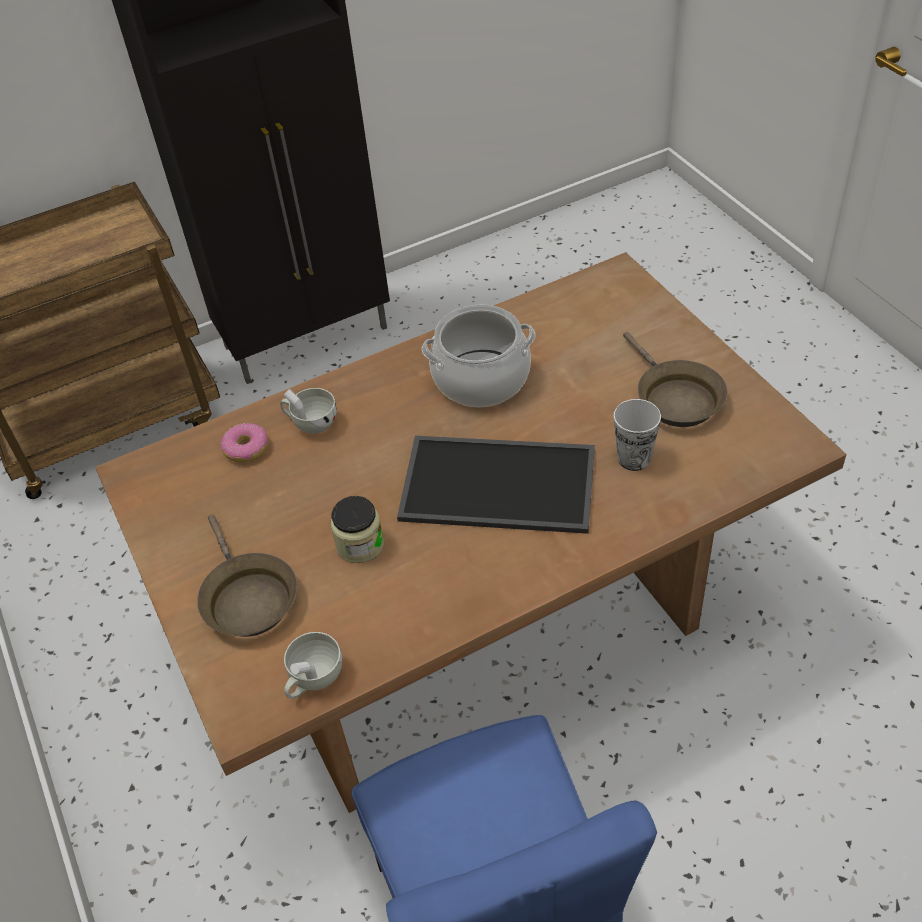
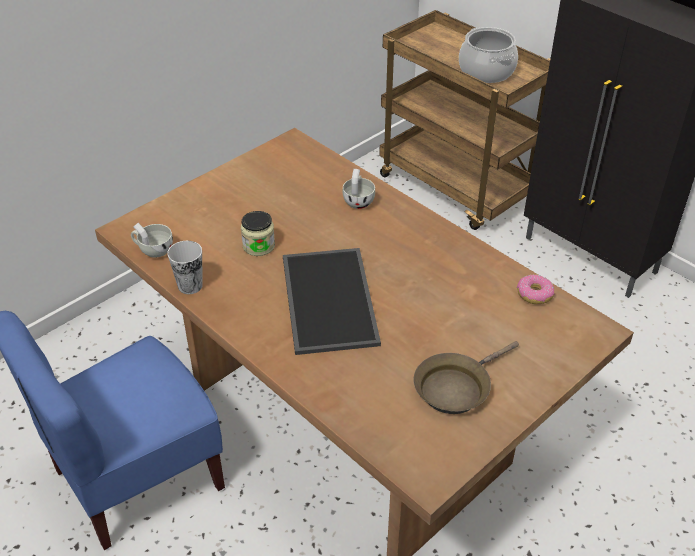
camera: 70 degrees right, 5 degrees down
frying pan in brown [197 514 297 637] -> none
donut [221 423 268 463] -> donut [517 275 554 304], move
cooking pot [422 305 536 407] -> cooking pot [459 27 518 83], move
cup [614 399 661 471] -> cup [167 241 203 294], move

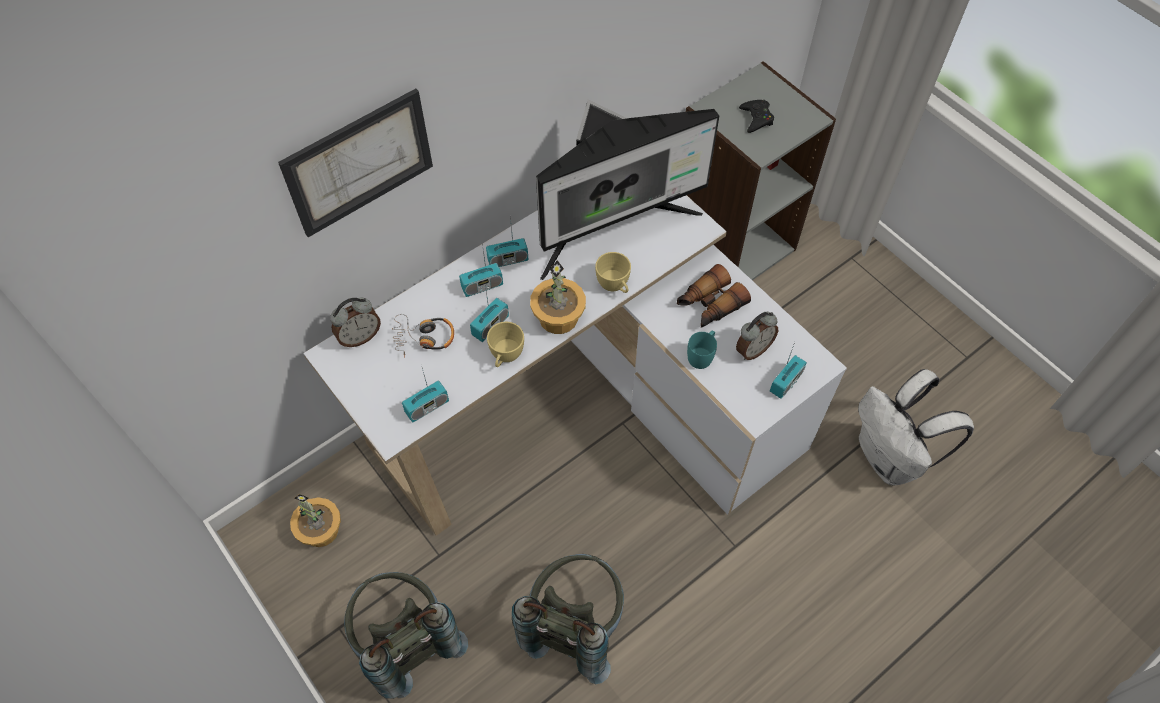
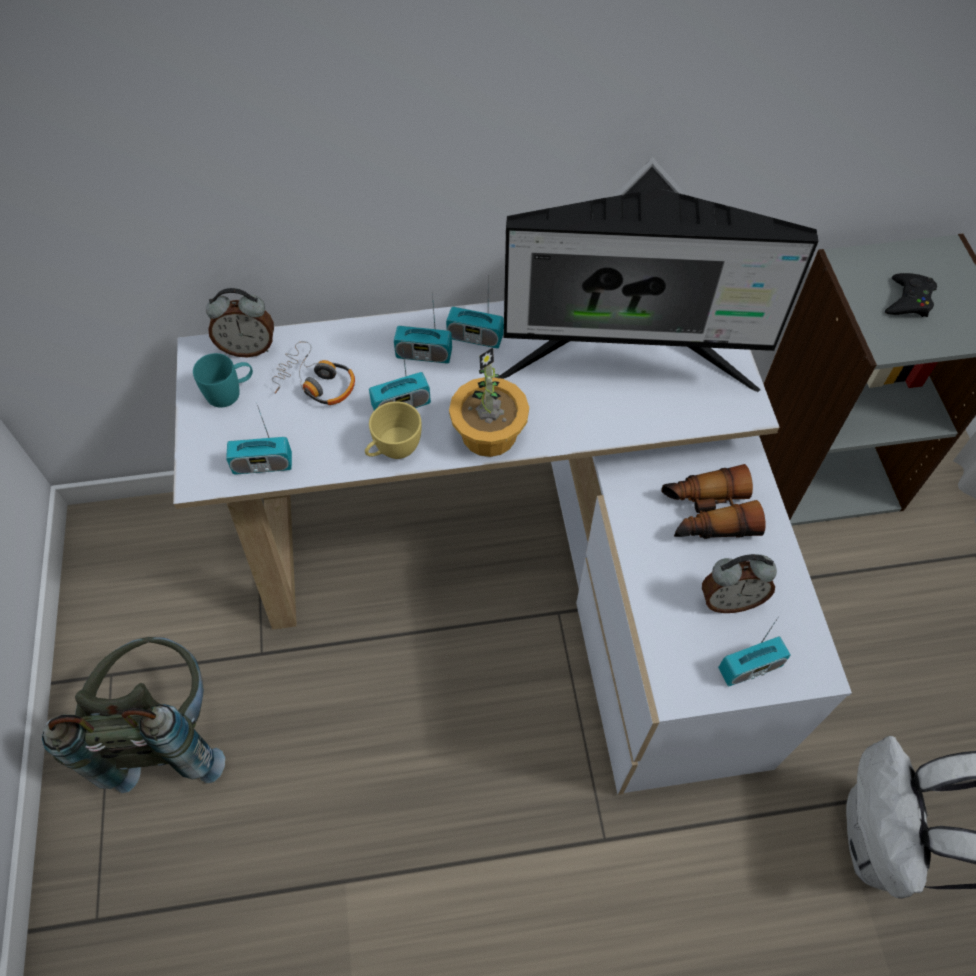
camera: 30 degrees right, 0 degrees up
picture [278 89 433 237] -> none
potted plant [290 494 341 547] -> none
backpack in grey [512 554 624 684] -> none
cup in yellow [595 252 631 293] -> none
mug in turquoise [687 331 717 369] -> mug in turquoise [193 353 253 408], move

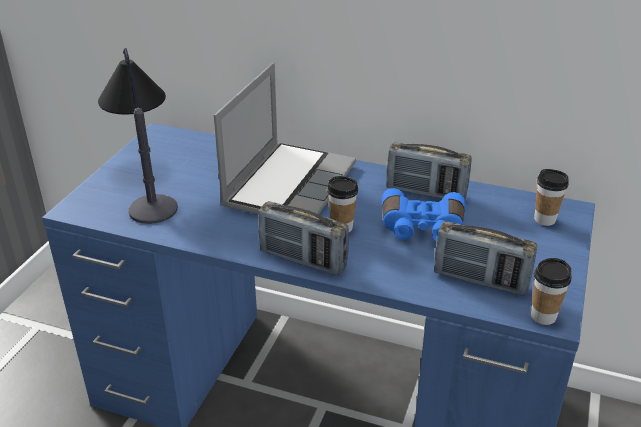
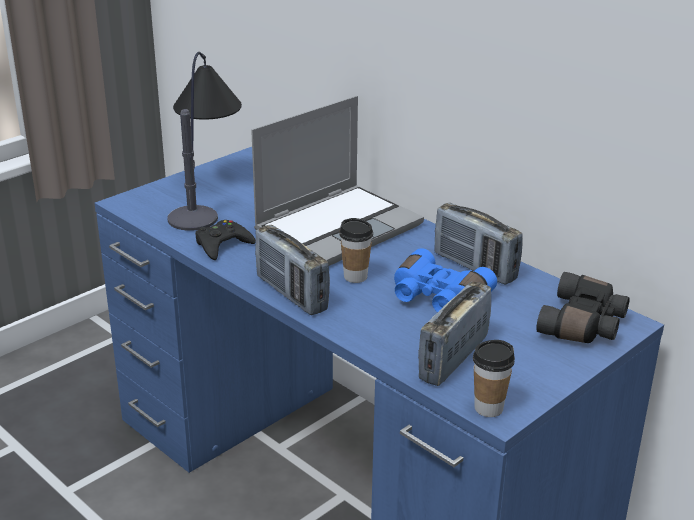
camera: 25 degrees right, 5 degrees down
none -> game controller in black [195 220 256 260]
cup [534 169 569 226] -> binoculars in black [536 272 630 343]
radio [434 221 537 295] -> radio [418 281 491 386], 75 degrees clockwise

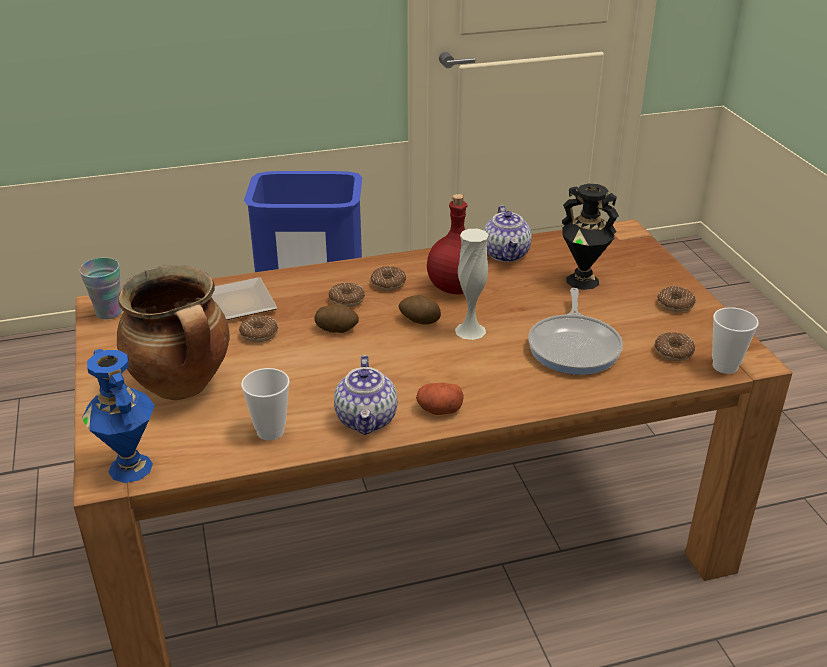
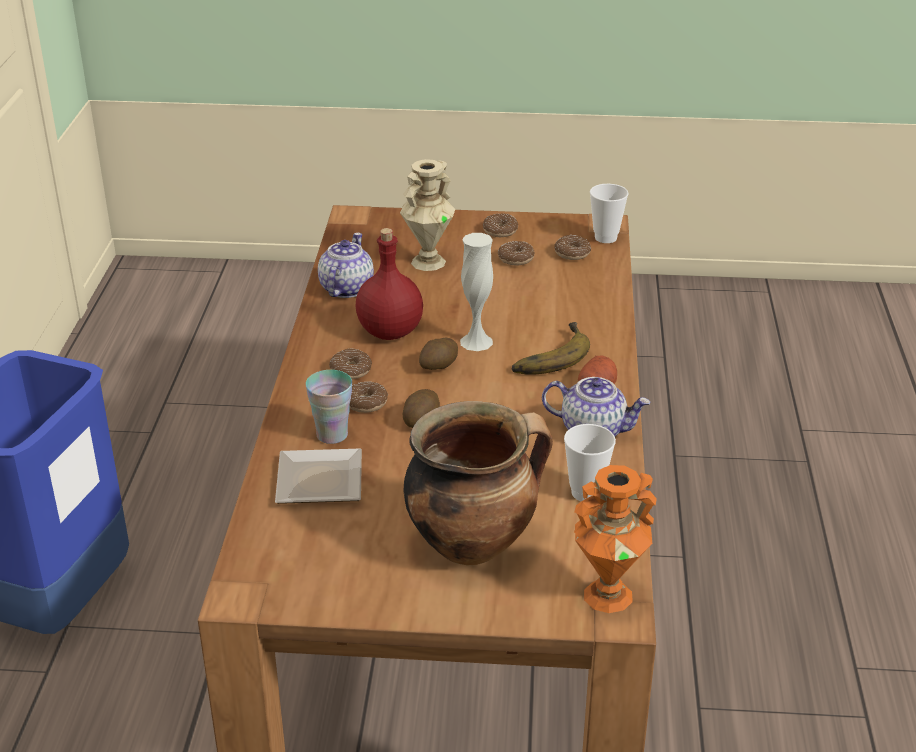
camera: 70 degrees left, 0 degrees up
frying pan [528 288 623 375] -> none
none -> banana [512 322 590 375]
cup [79 258 122 319] -> cup [305 370 352 444], move
donut [239 315 278 342] -> donut [497 241 535 265], move
vase in blue [81 349 155 483] -> vase in orange [574 465 657 613]
vase in black [562 184 619 290] -> vase in beige [400 159 455 271]
teapot [484 205 532 262] -> teapot [318 233 374 298], 90 degrees counterclockwise

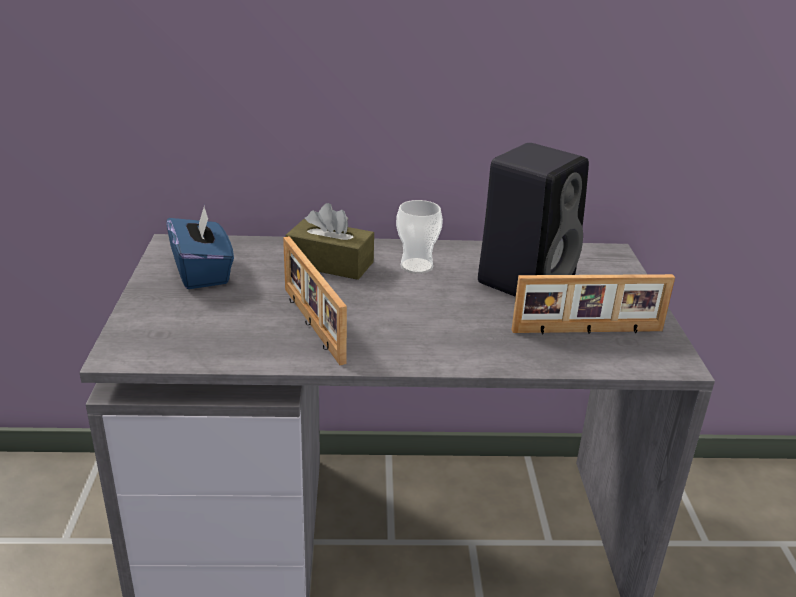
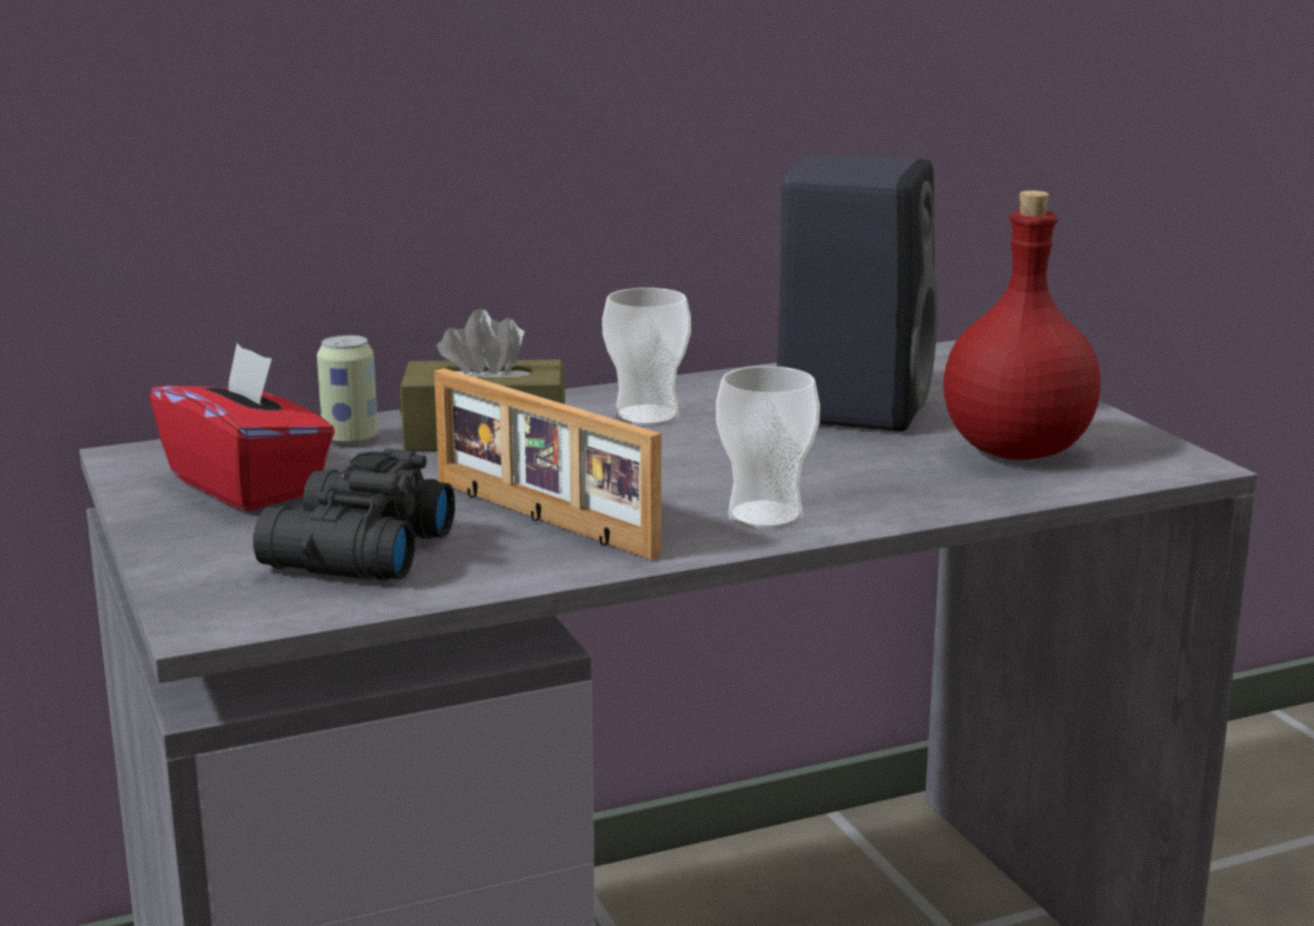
camera: 20 degrees left, 10 degrees down
none -> binoculars in black [253 449 455 581]
none -> can [317 335 378 446]
none -> cup [716 366 820 530]
picture frame [512 274 675 334] -> bottle in red [943 190 1100 460]
tissue box in blue [166 205 234 289] -> tissue box in red [149 343 335 511]

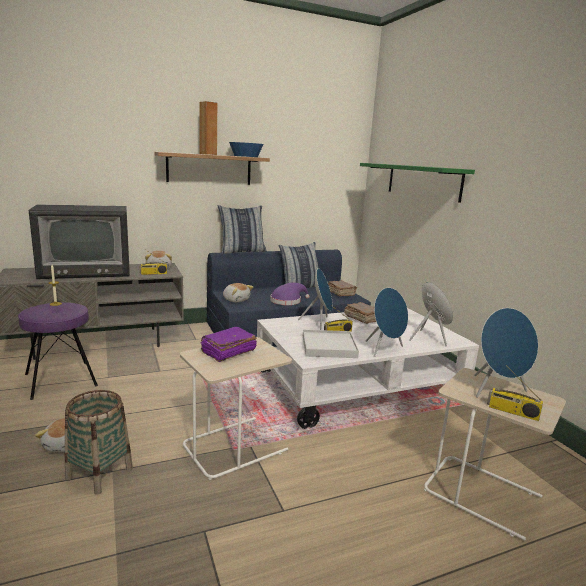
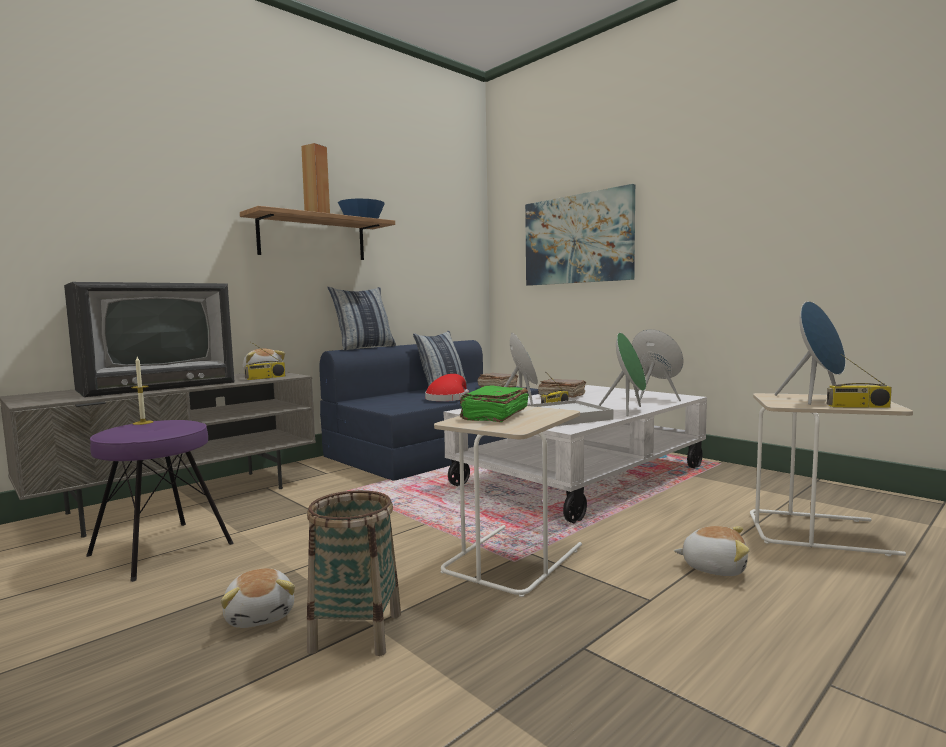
camera: 20 degrees left, 10 degrees down
plush toy [223 283 253 302] -> plush toy [674 526 750 576], move
shelf in green [360 163 475 203] -> picture [525 184 635 286]
book in purple [201 327 257 362] -> book in green [460 385 529 422]
hat in purple [270 283 310 305] -> hat in red [425 374 469 401]
speaker in blue [365 288 408 357] -> speaker in green [598 333 646 416]

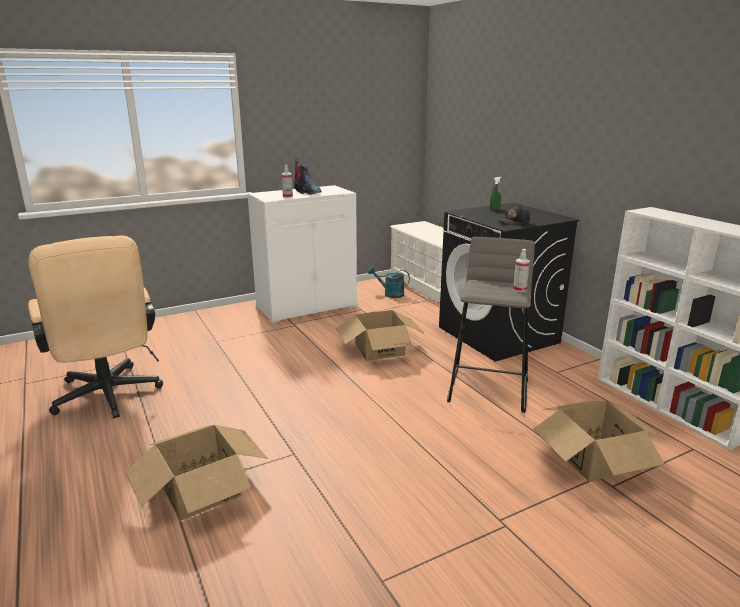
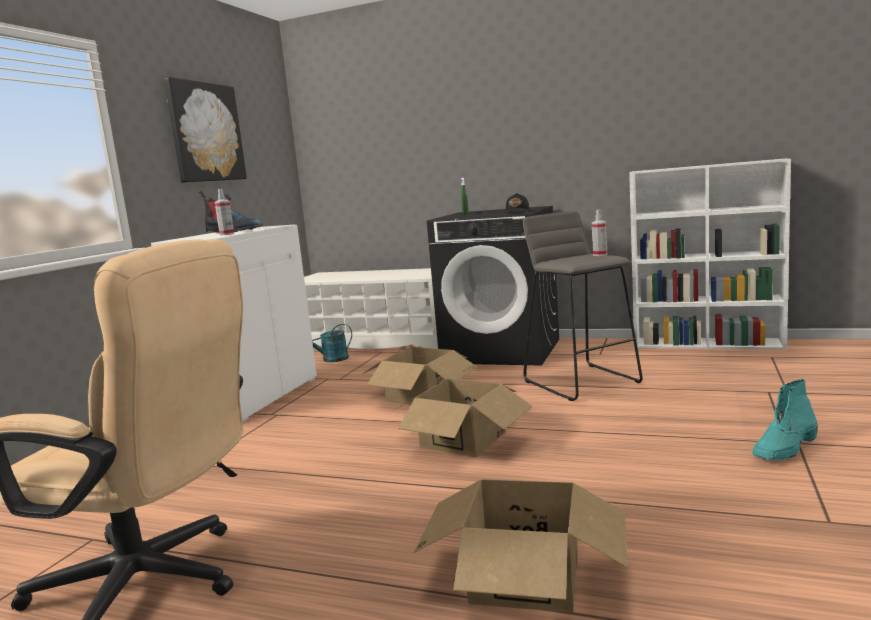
camera: 40 degrees left, 10 degrees down
none -> picture [164 77 247 183]
none -> boot in turquoise [752 379 818 461]
cardboard box [533 401 667 481] -> cardboard box [391 378 533 457], move

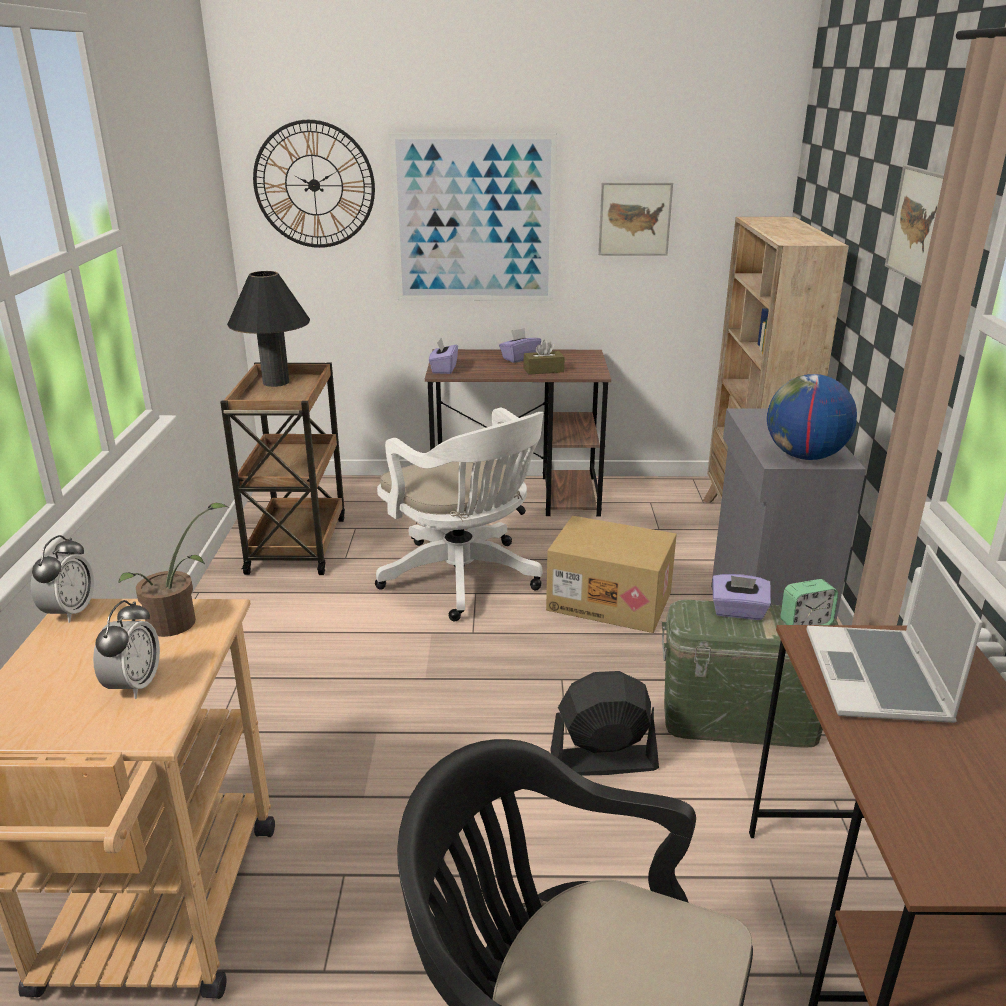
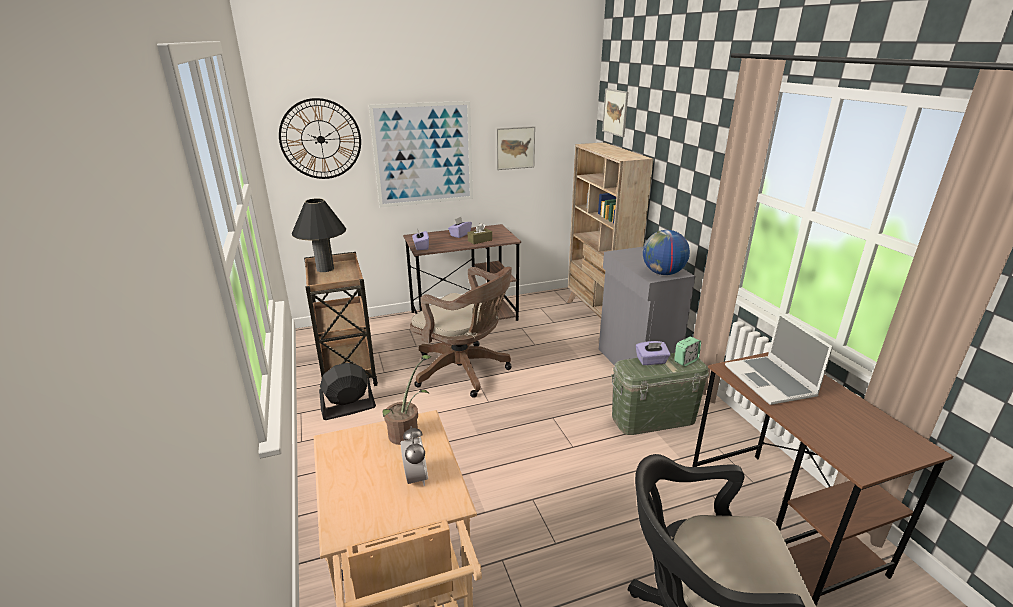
camera: 20 degrees left, 0 degrees up
alarm clock [31 535 94 623] -> none
cardboard box [546 516 677 633] -> none
fan in black [550 671 659 776] -> fan in black [319 363 376 420], move
picture [885 165 944 285] -> picture [602 88 629 137], move
office chair in white [375 408 544 621] -> office chair in brown [410 267 512 398]

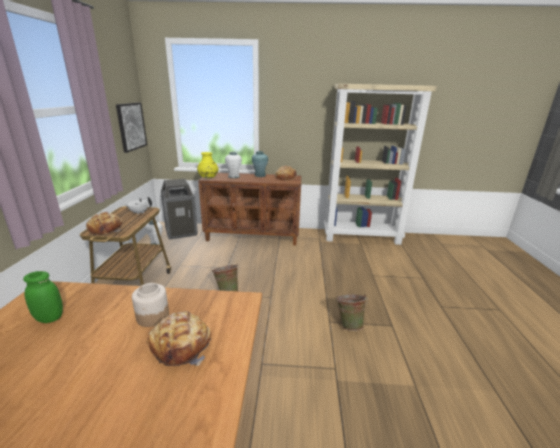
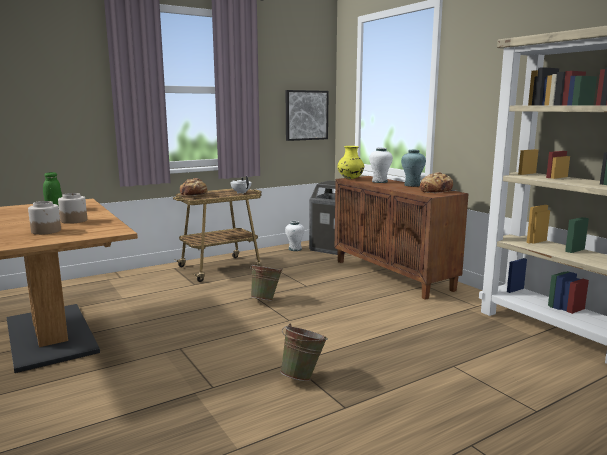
camera: 55 degrees right, 10 degrees down
bread [146 311 211 366] -> jar [28 201 61 235]

